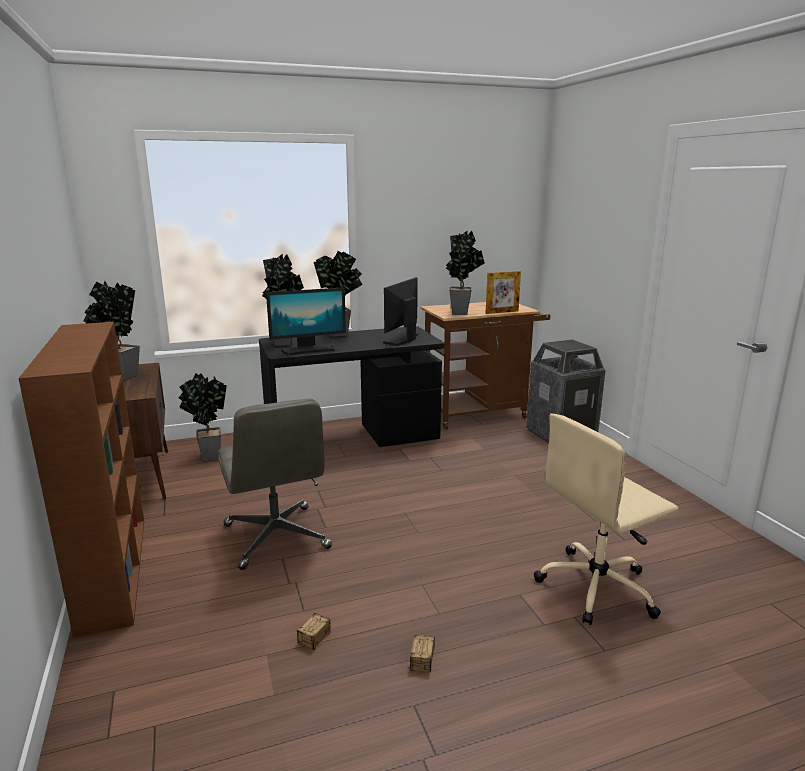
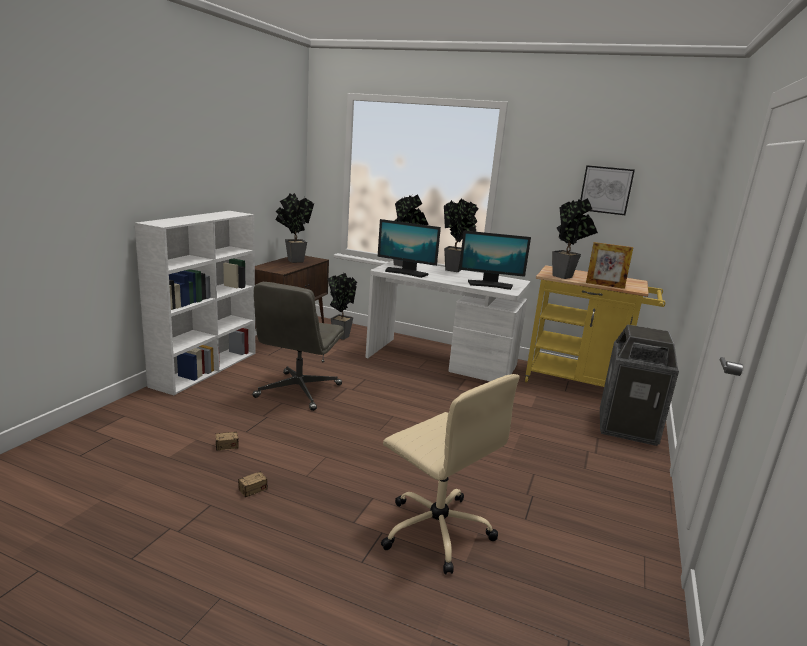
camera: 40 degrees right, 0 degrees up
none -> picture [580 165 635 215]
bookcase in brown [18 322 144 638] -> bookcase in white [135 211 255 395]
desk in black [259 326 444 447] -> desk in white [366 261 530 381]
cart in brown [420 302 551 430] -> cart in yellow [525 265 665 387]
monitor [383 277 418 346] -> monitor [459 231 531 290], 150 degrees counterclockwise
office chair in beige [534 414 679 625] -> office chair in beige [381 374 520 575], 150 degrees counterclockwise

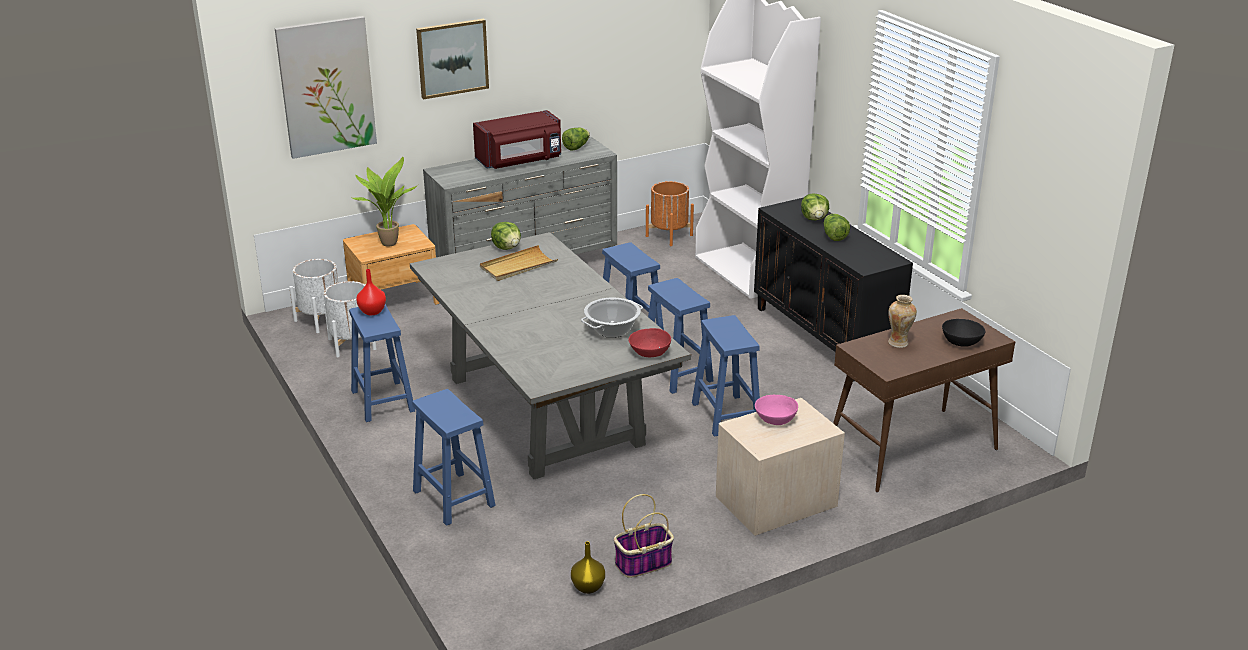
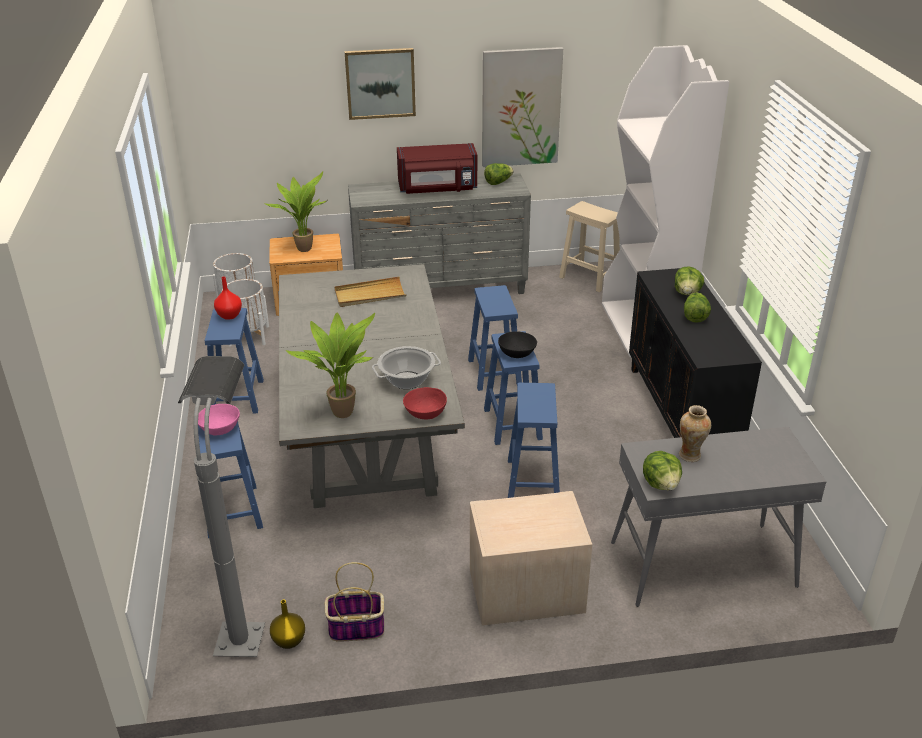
camera: 20 degrees right, 5 degrees up
none -> floor lamp in grey [178 356 265 657]
none -> potted plant [286 313 375 418]
picture [275 16 377 159] -> picture [482 47 563 167], move
lettuce [491 222 521 250] -> lettuce [643 451 682 490], move
bowl in pink [755 395 798 425] -> bowl in pink [198 404 240 435], move
bowl in black [942 319 985 347] -> bowl in black [498 331 537 358], move
planter in orange [646 181 694 246] -> stool in beige [559 201 620 292]
console table in brown [833 308 1015 492] -> console table in grey [611 427 827 607]

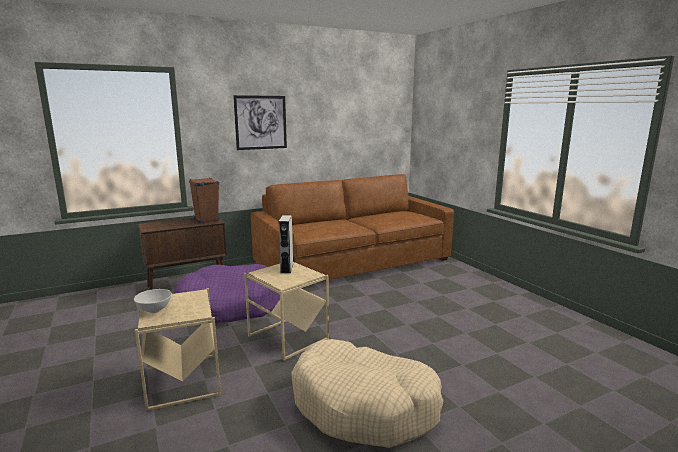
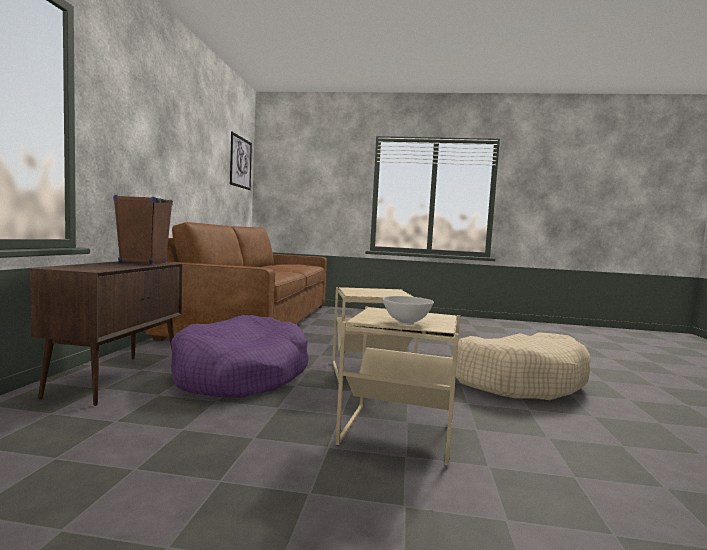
camera: 55 degrees left, 10 degrees down
speaker in grey [279 215 293 273] -> none
picture [233 95 287 150] -> picture [230 132 252 190], move

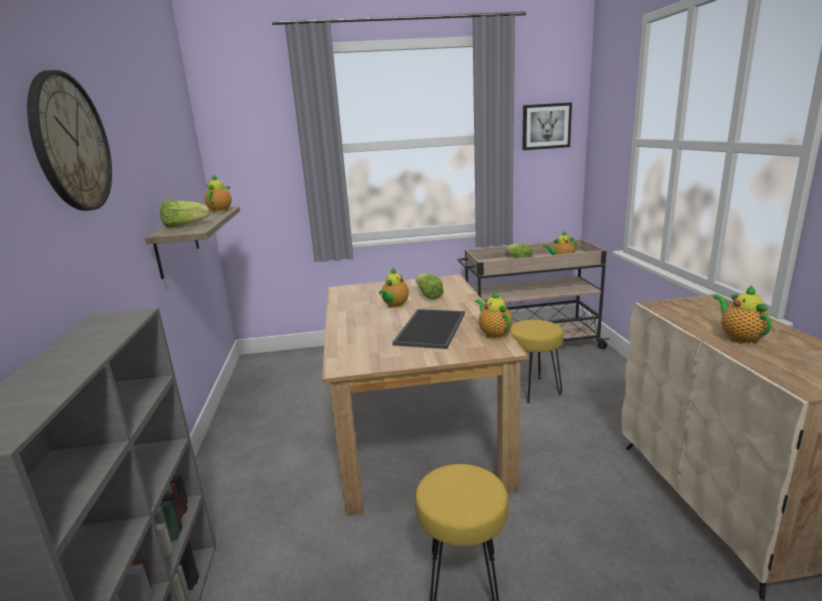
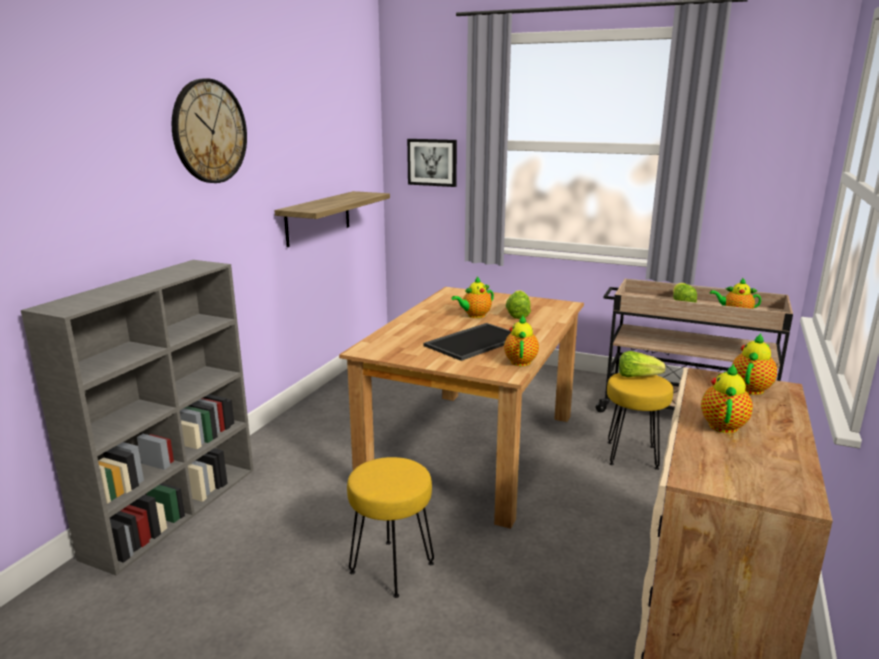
camera: 30 degrees right, 0 degrees up
lettuce [160 200 210 227] -> lettuce [619 351 666 377], move
teapot [205 175 232 212] -> teapot [732 333 777 395], move
picture [522 102 572 150] -> picture [407 139 457 187], move

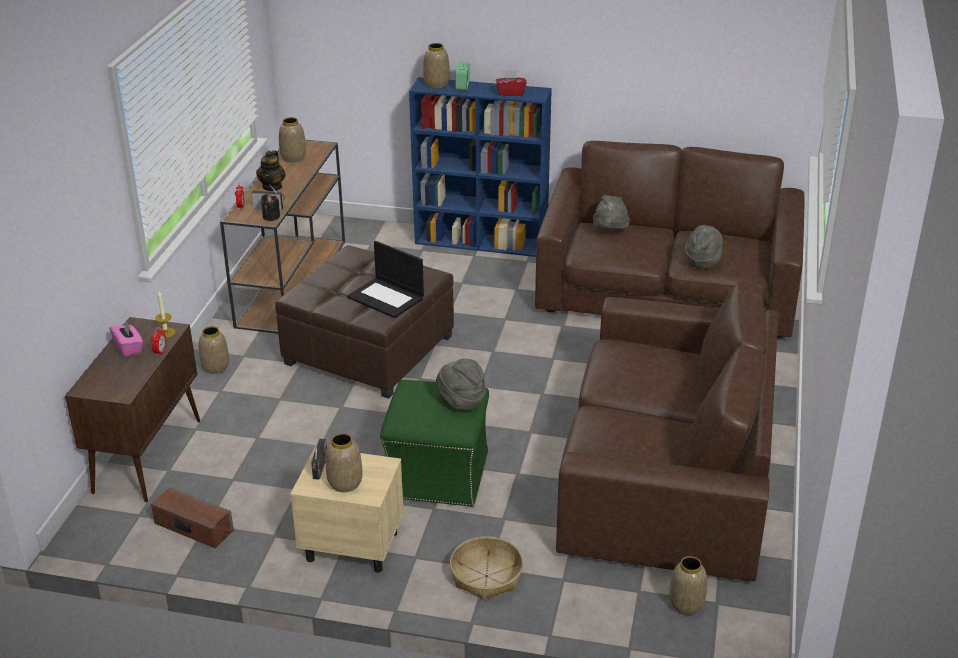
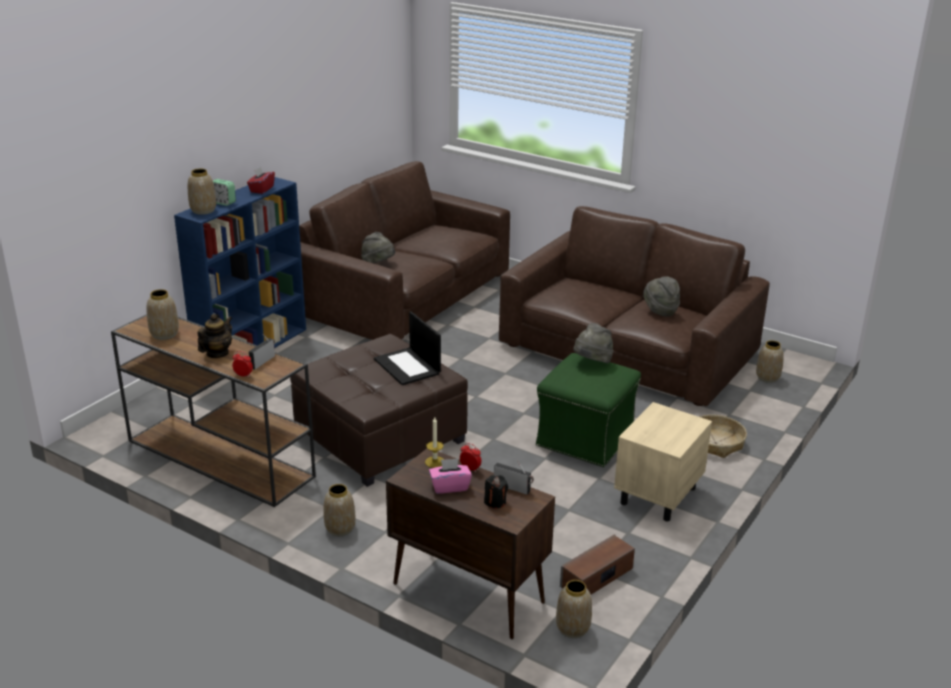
camera: 70 degrees left, 5 degrees down
candle in black [261 194 280 221] -> candle in black [484 475 508 508], move
radio [311 439 327 480] -> radio [494 461 534 495], move
vase [326 433 362 492] -> vase [556 580 592 638], move
hat in grey [684 225 723 269] -> hat in grey [643 276 680 317], move
teapot [256 150 286 191] -> teapot [197 314 232 358], 90 degrees counterclockwise
laptop [347 241 424 318] -> laptop [374 311 441 385], 90 degrees clockwise

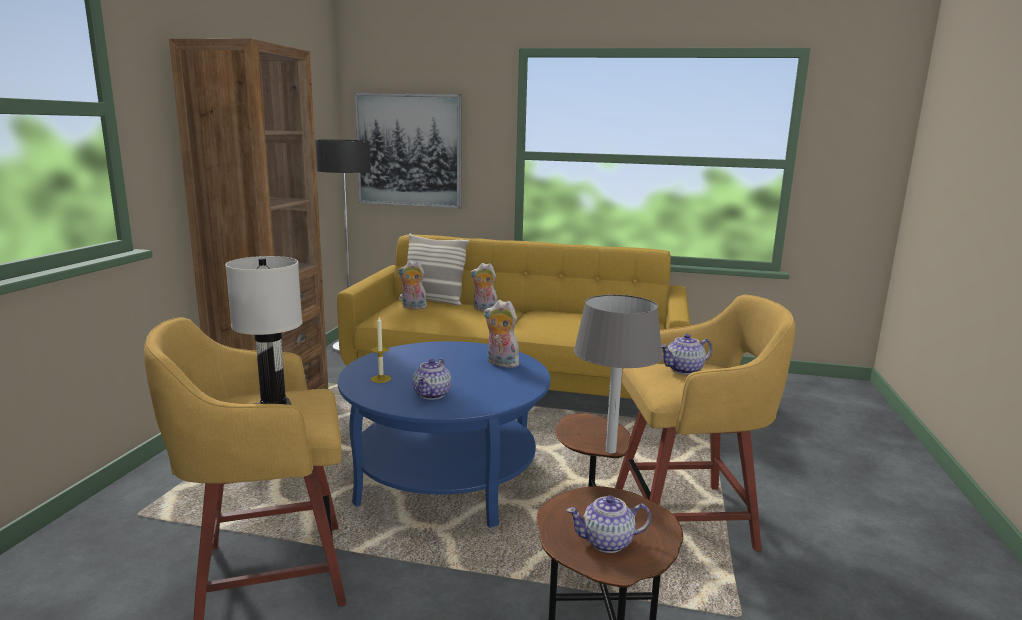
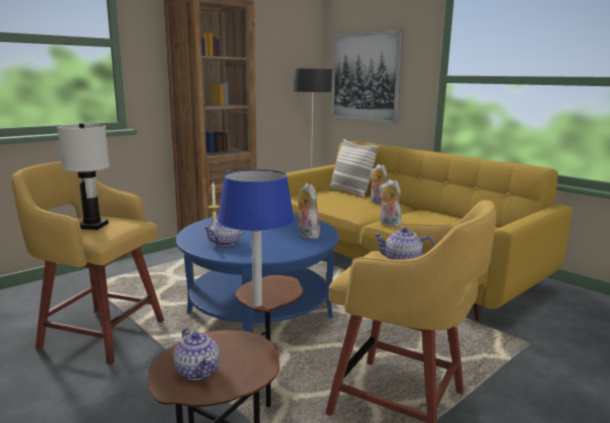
camera: 35 degrees right, 0 degrees up
plush toy [398 260 429 309] -> plush toy [379 180 401 227], move
table lamp in grey [574 295 663 453] -> table lamp in blue [217 169 294 307]
teapot [566 496 651 553] -> teapot [173 328 220 380], 150 degrees counterclockwise

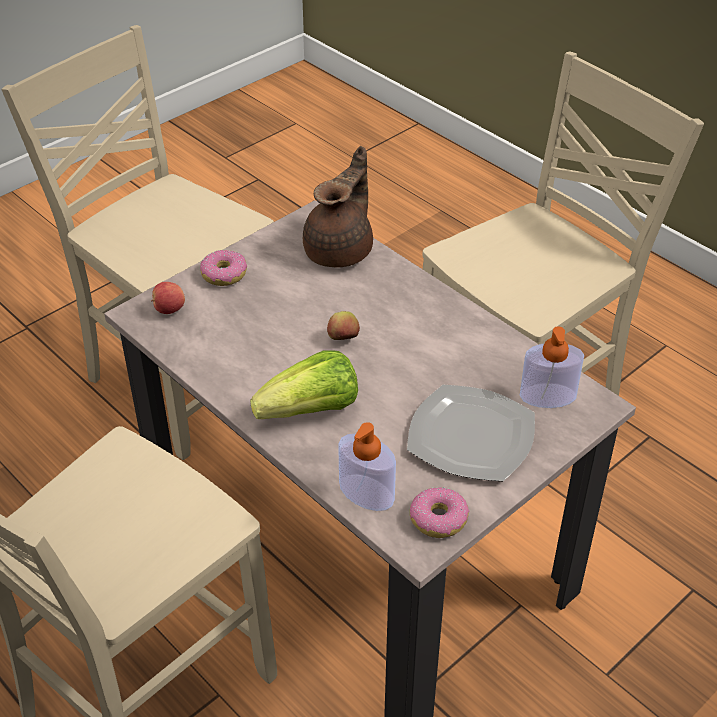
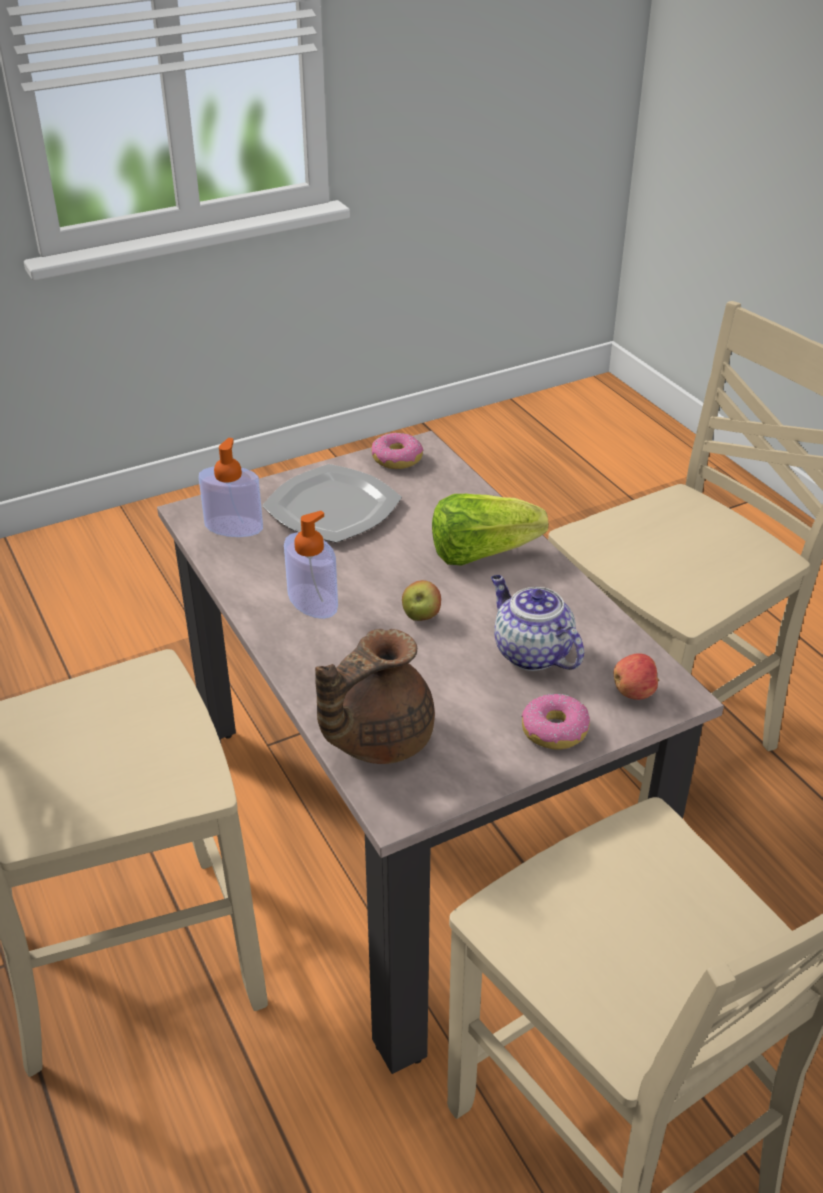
camera: 165 degrees left, 5 degrees down
none -> teapot [491 575 584 671]
soap dispenser [338 422 396 511] -> soap dispenser [284 511 338 619], move

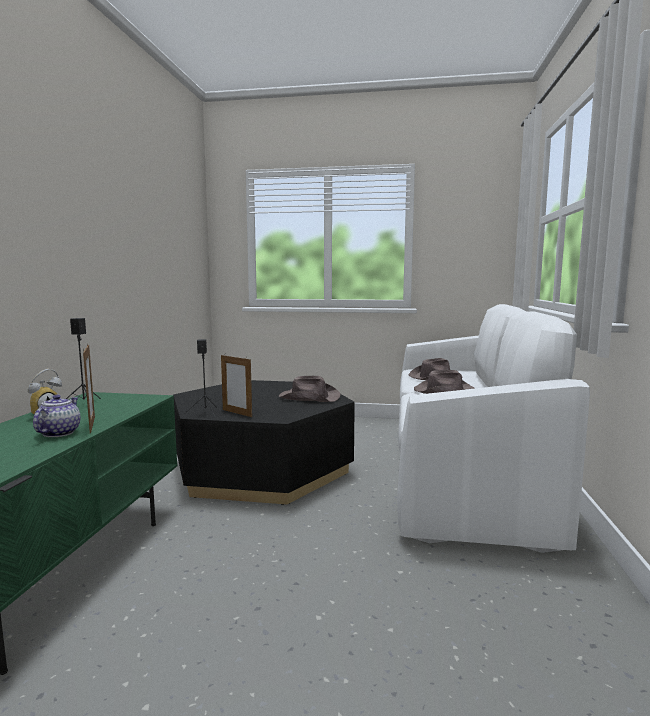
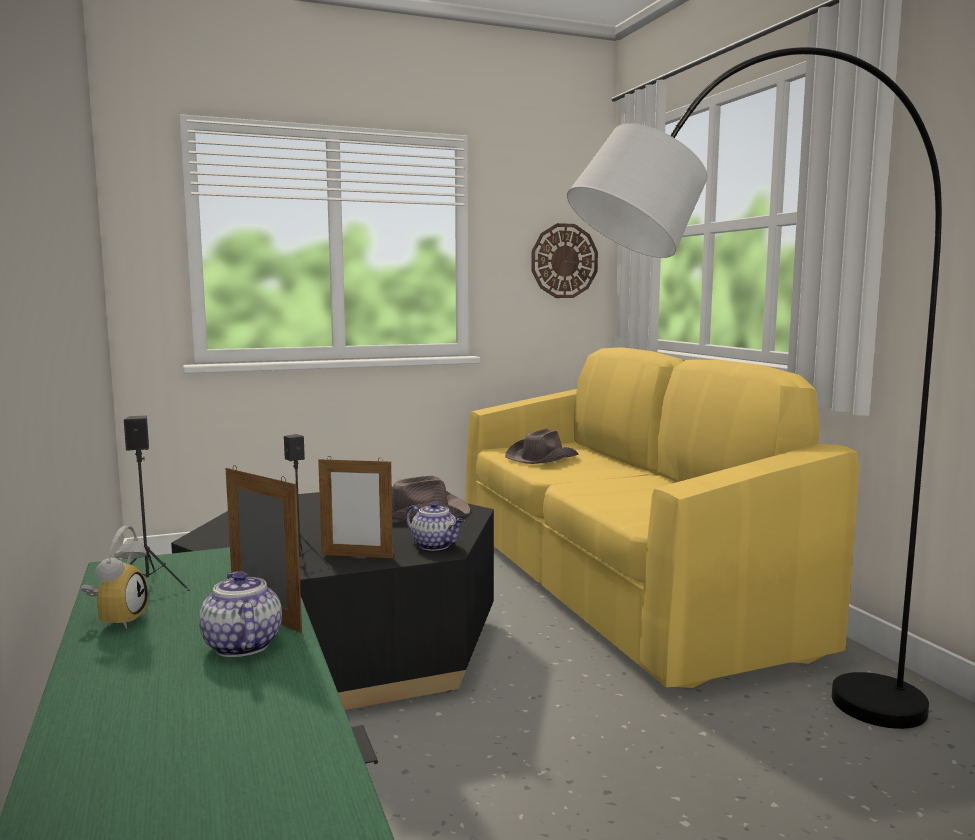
camera: 30 degrees left, 0 degrees up
hat in brown [414 370 475 394] -> none
none -> teapot [405 502 464 551]
none -> wall clock [531 223 598 298]
none -> floor lamp in grey [567 47 942 729]
sofa in white [397 304 590 553] -> sofa in yellow [465 347 859 688]

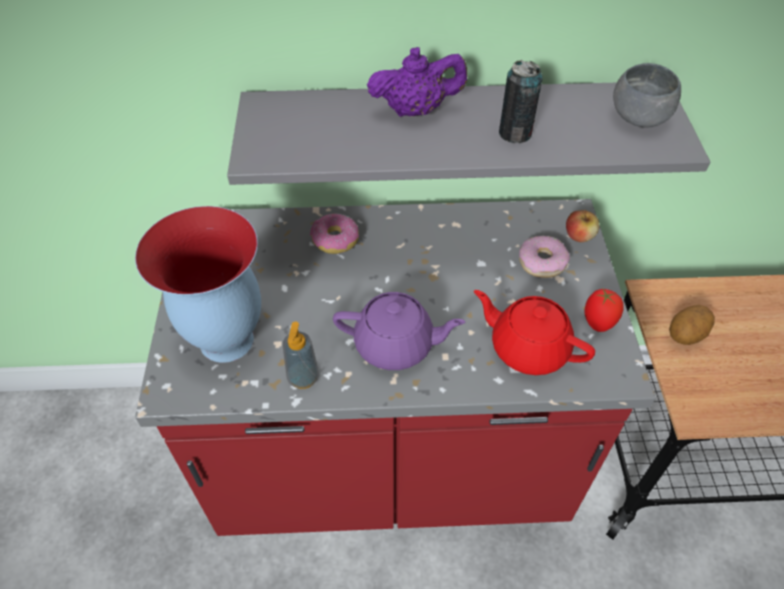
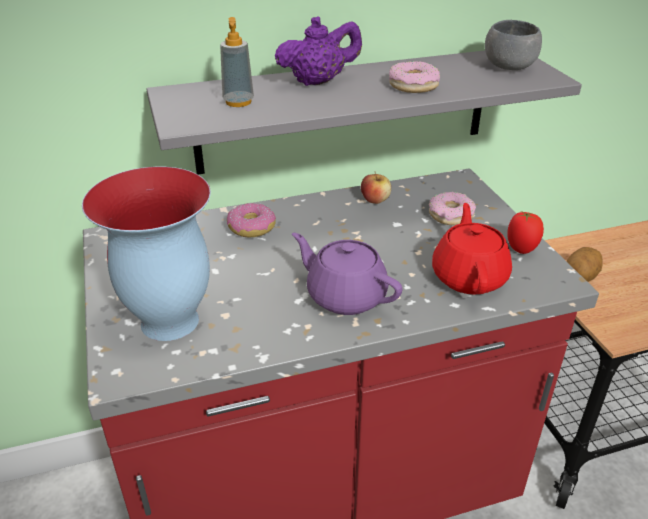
camera: 15 degrees left, 15 degrees down
soap dispenser [283 322 319 389] -> soap dispenser [220 17 254 107], move
apple [566 210 600 242] -> apple [361 172 391 204], move
can [499 60 543 143] -> donut [389 61 440 93]
teapot in purple [333 292 465 370] -> teapot in purple [292 233 402 315], 135 degrees counterclockwise
teapot in red [474 290 595 375] -> teapot in red [432 203 512 294], 75 degrees clockwise

